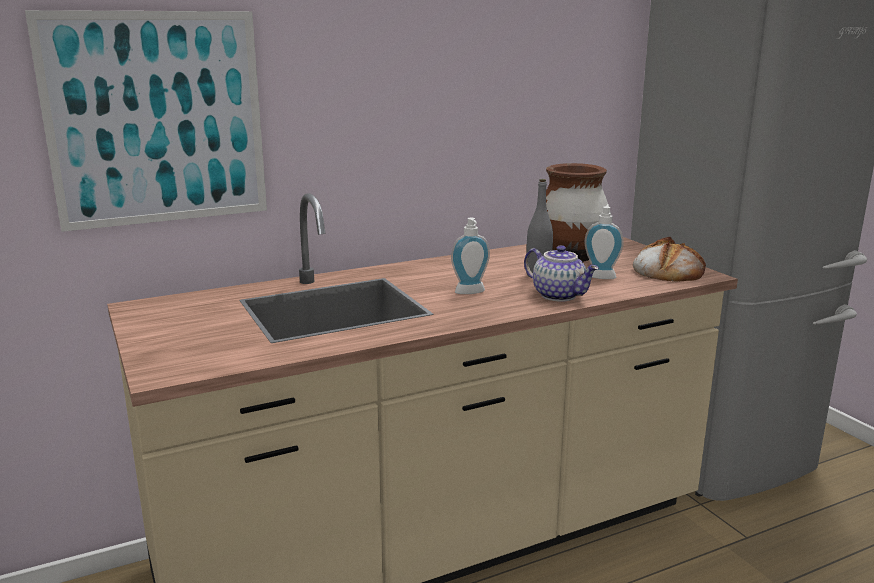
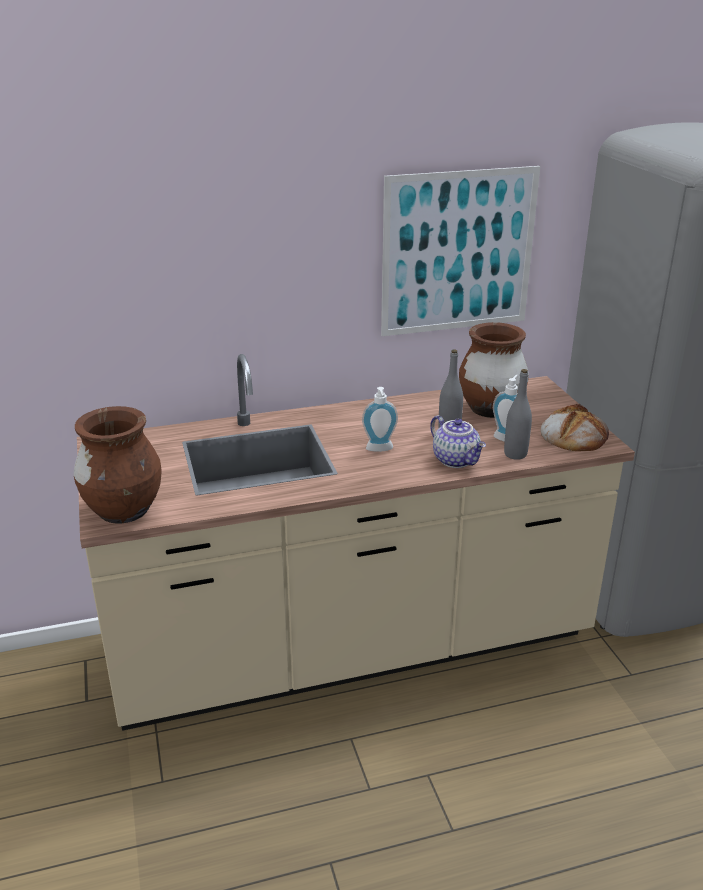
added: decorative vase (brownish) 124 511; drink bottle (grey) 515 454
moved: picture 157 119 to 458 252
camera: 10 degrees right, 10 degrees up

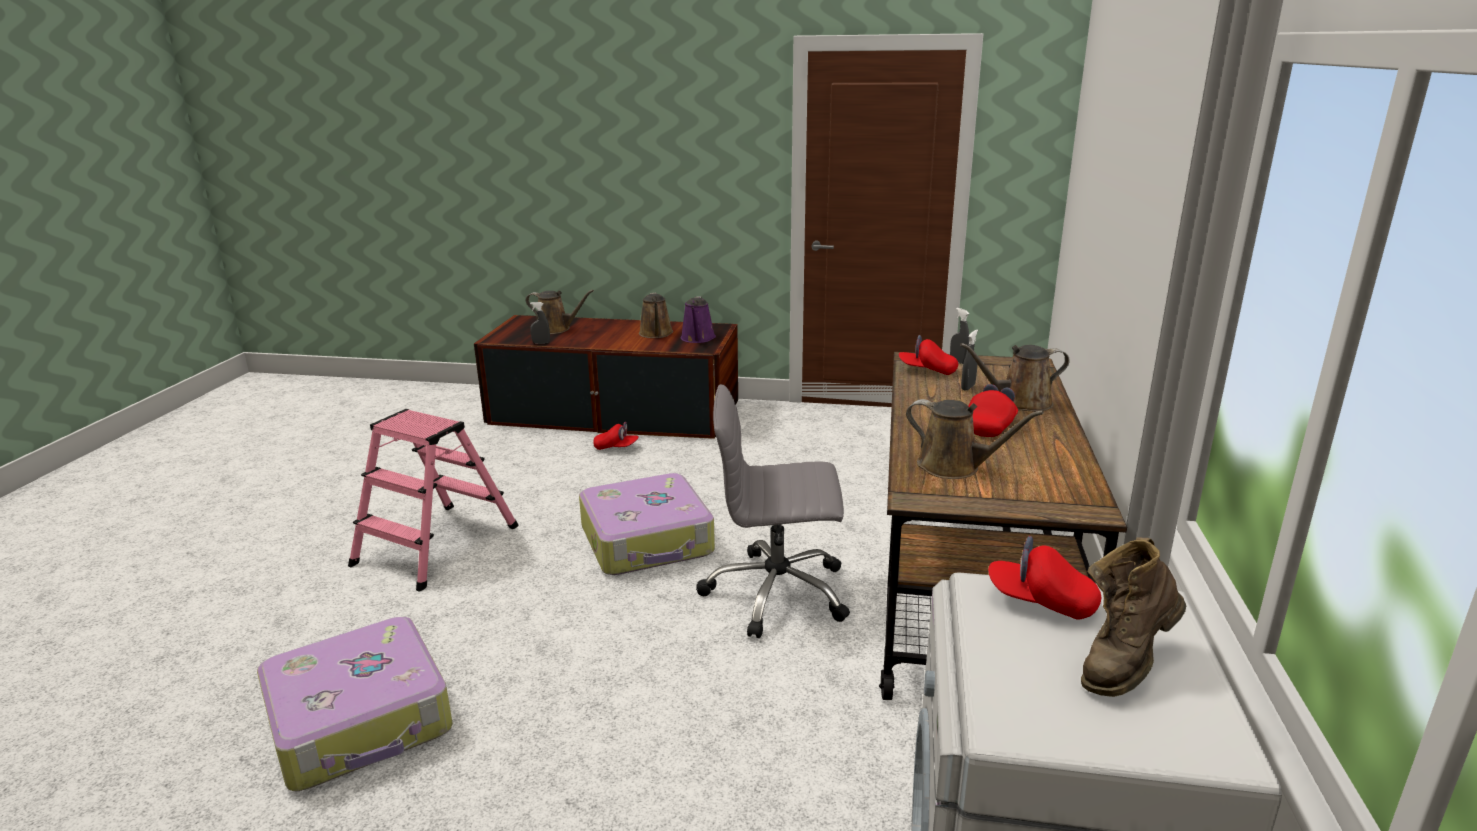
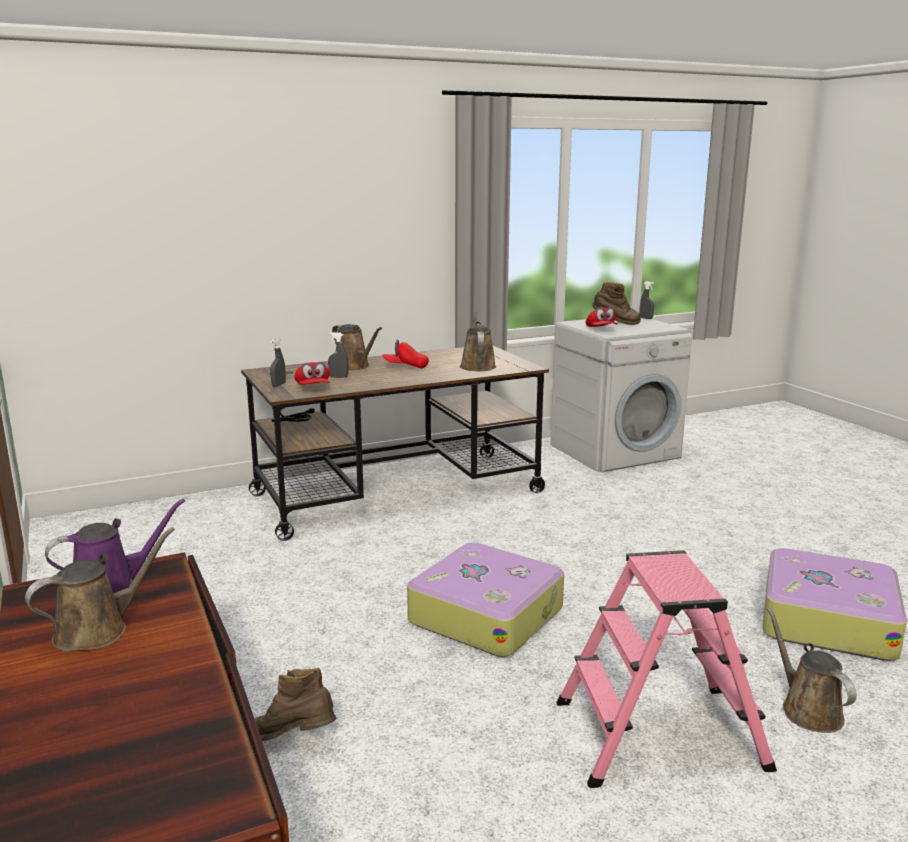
removed: office chair (grey) 775 593
moved: spray bottle (grey) 541 343 to 646 318; watering can (brownish) 556 329 to 807 709
replaced: cap (red) 616 448 to tall boot (brownish) 293 740
camera: 125 degrees left, 5 degrees down

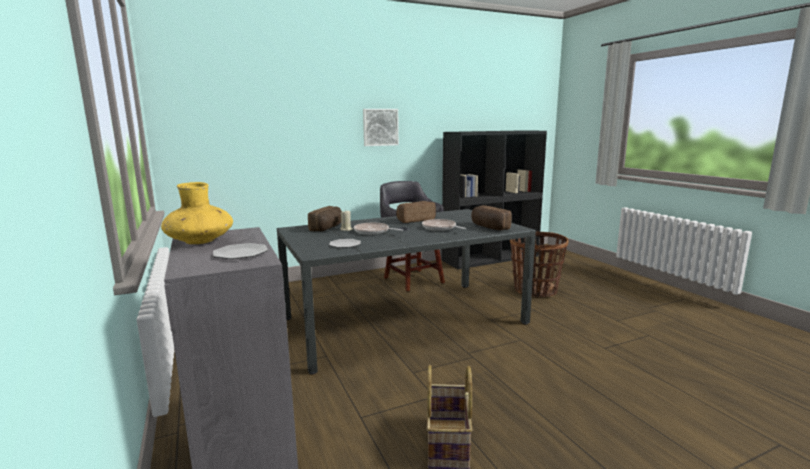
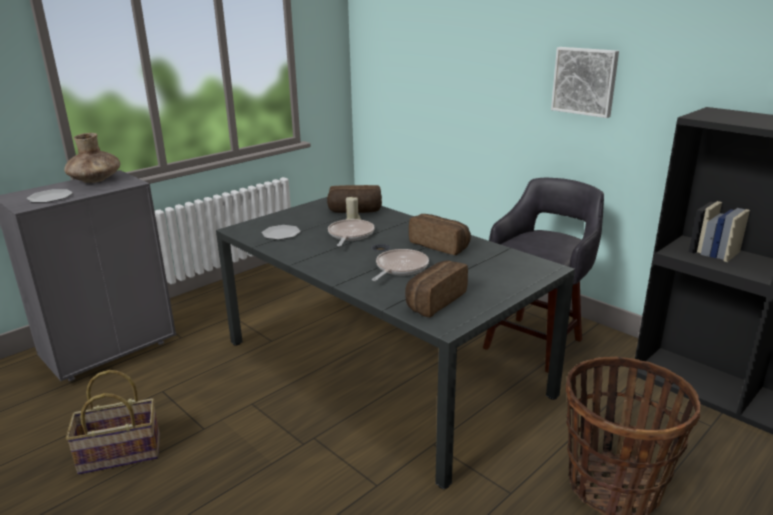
recoloured: decorative vase (yellow-coloured) 200 241 to decorative vase (brownish) 95 180
camera: 70 degrees right, 10 degrees up

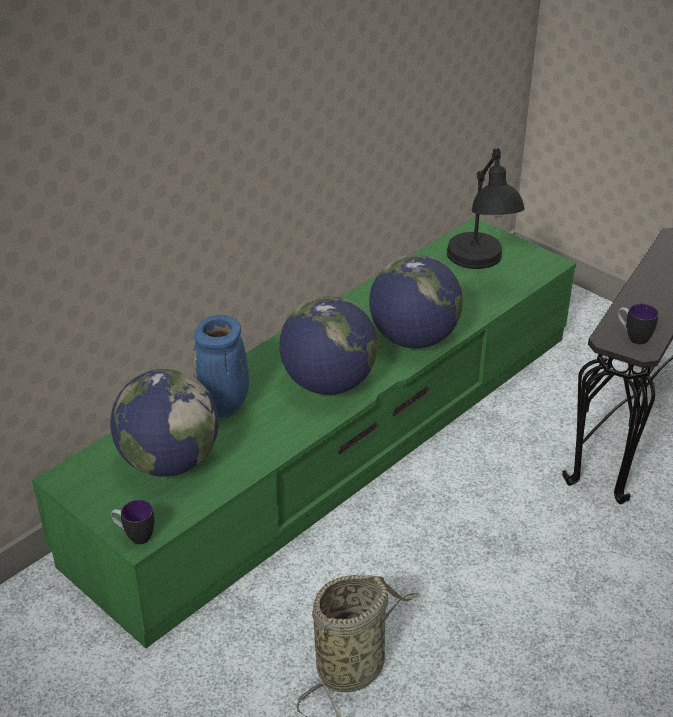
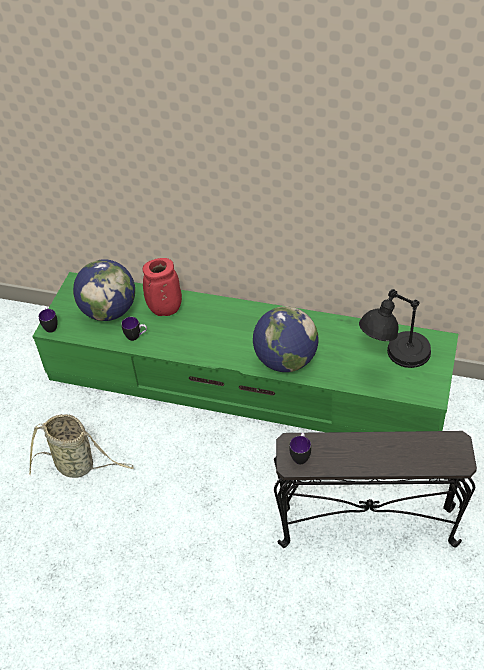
removed: desk globe 328 384
added: coffee mug 136 337
recoloured: decorative vase (blue) 225 407 to decorative vase (red) 165 310
camera: 65 degrees right, 10 degrees up

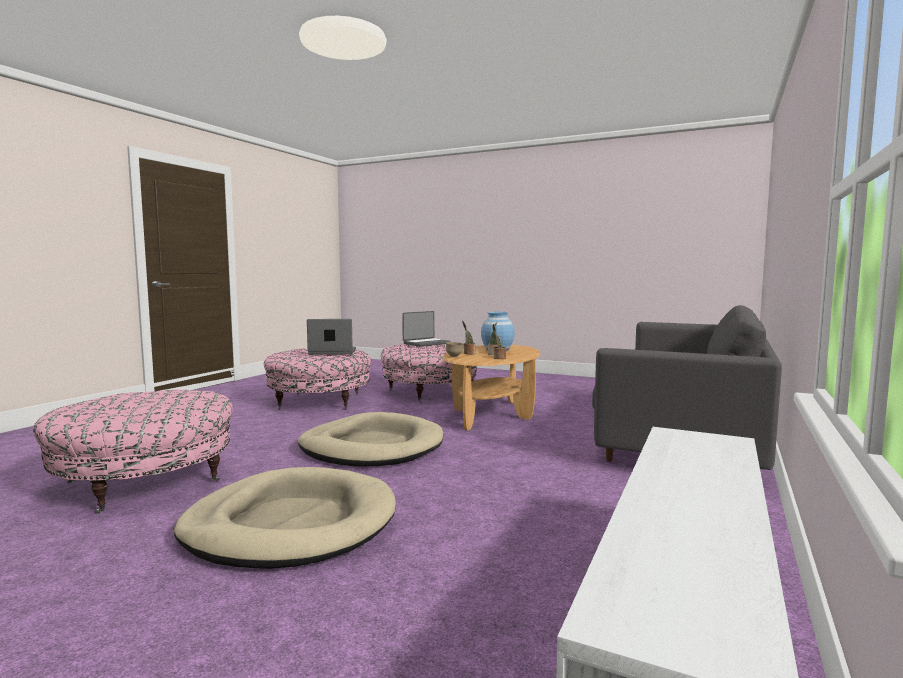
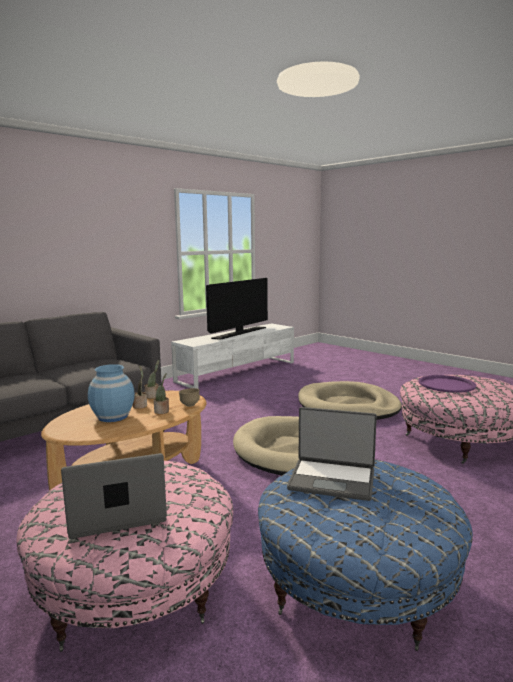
added: TV set 239 333; tray (purple-coloured) 446 384
recoloured: ottoman (pinkish) 319 401 to ottoman (blue) 357 584
camera: 160 degrees left, 5 degrees up

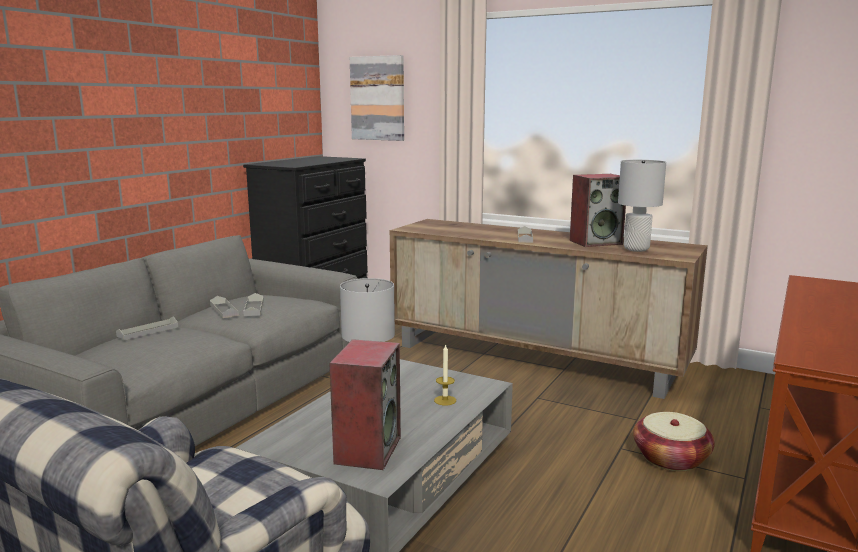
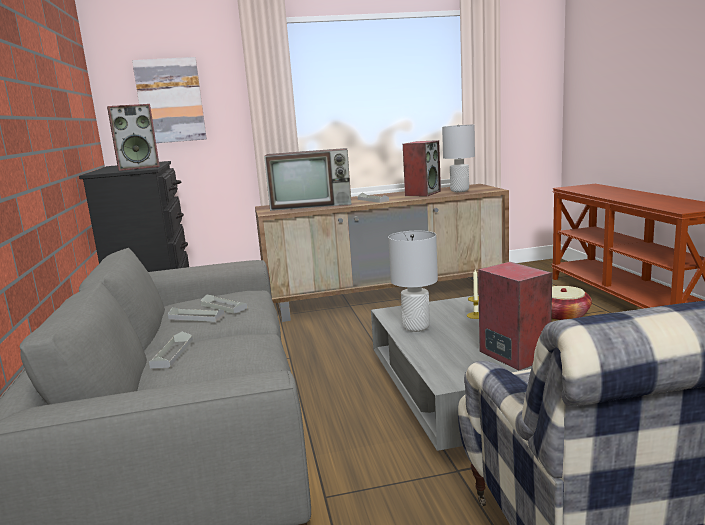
added: loudspeaker 139 167; TV set 313 205
camera: 40 degrees left, 0 degrees up

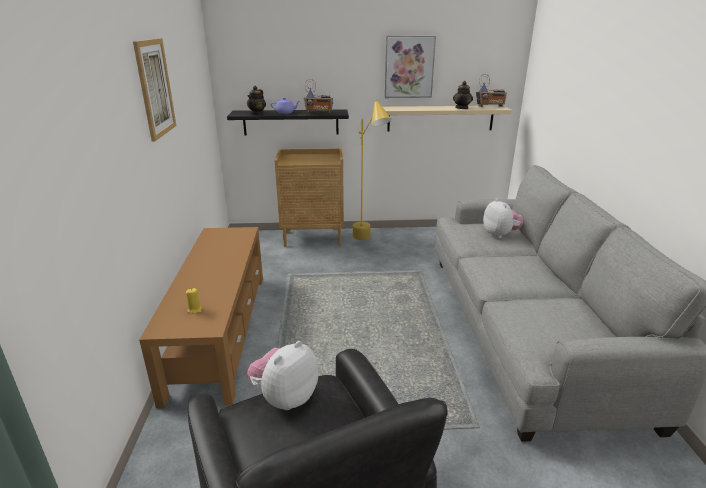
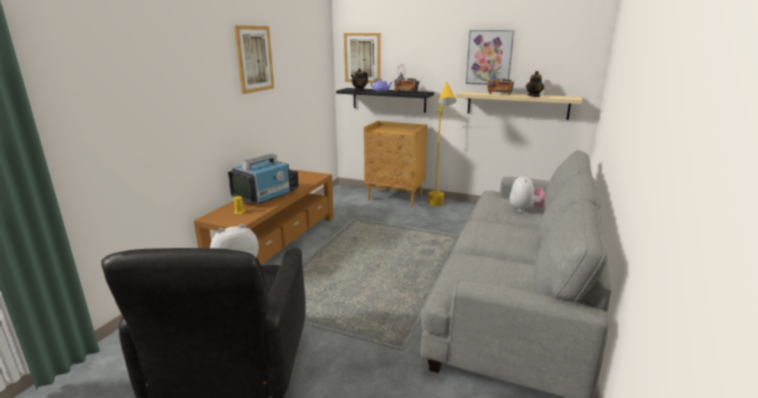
added: TV set 266 196; picture 362 58
moved: radio 490 107 to 499 94
camera: 25 degrees right, 5 degrees down

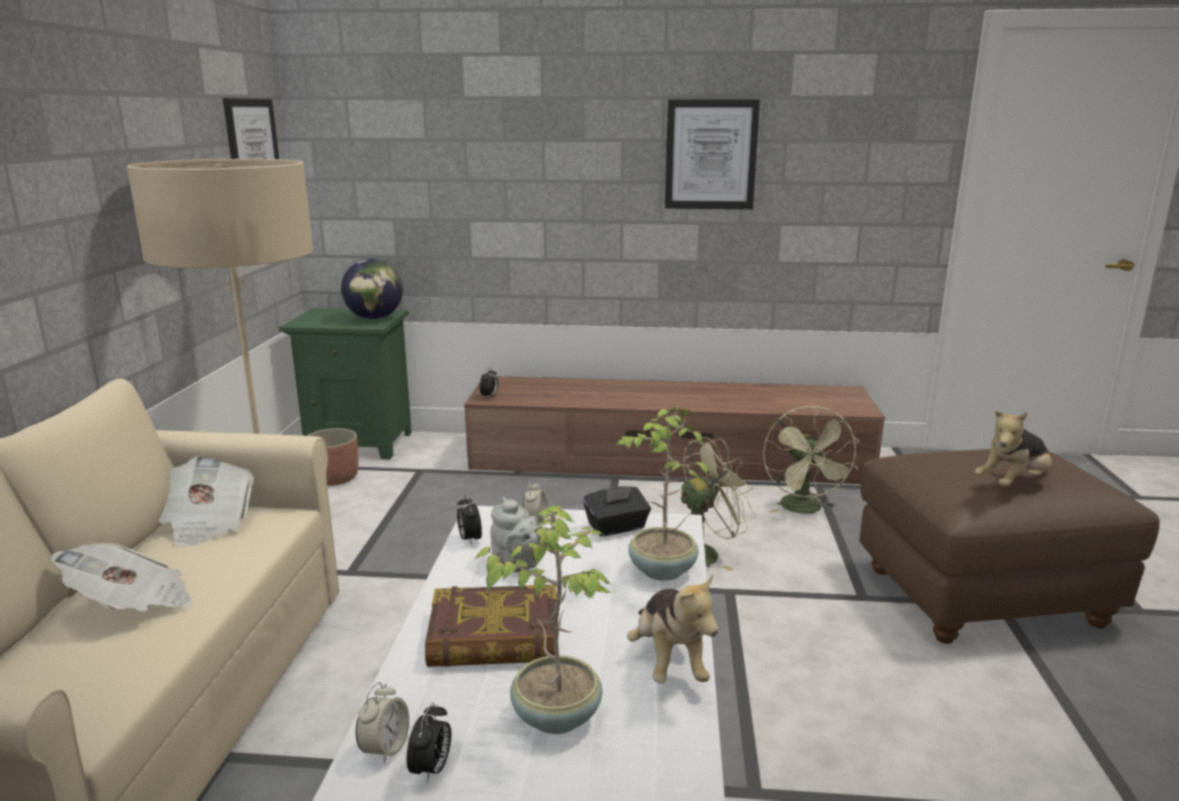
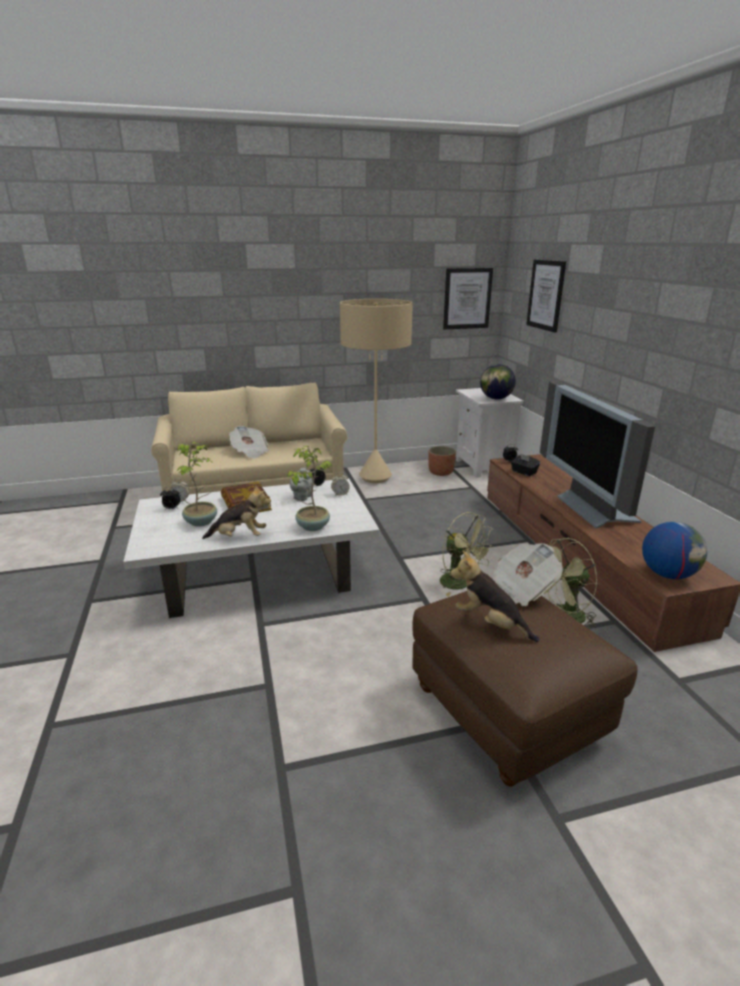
added: TV set 592 510; desk globe 667 574
moved: daily paper 207 523 to 520 589; tissue box (black) 616 527 to 524 472; picture 710 155 to 546 295
recoloured: nightstand (green-coloured) 360 445 to nightstand (whitish) 482 467
turned: cuddly toy 668 661 = 239 537 150 degrees counterclockwise
camera: 70 degrees right, 5 degrees up

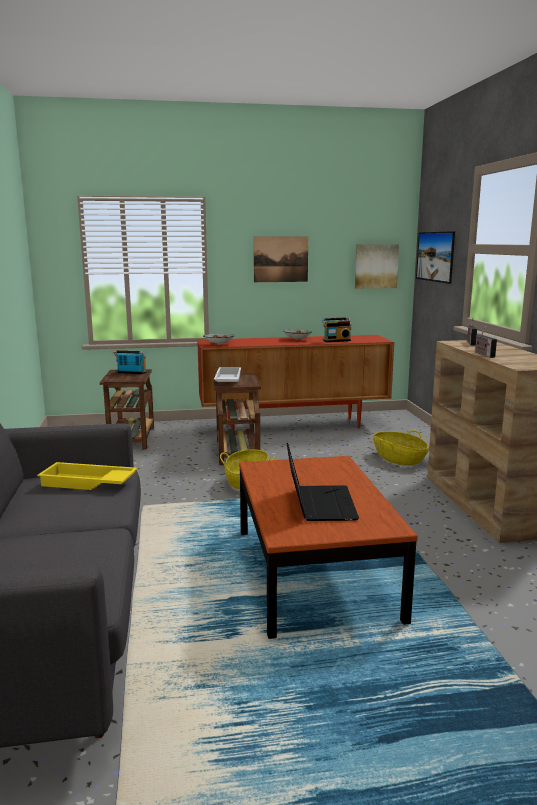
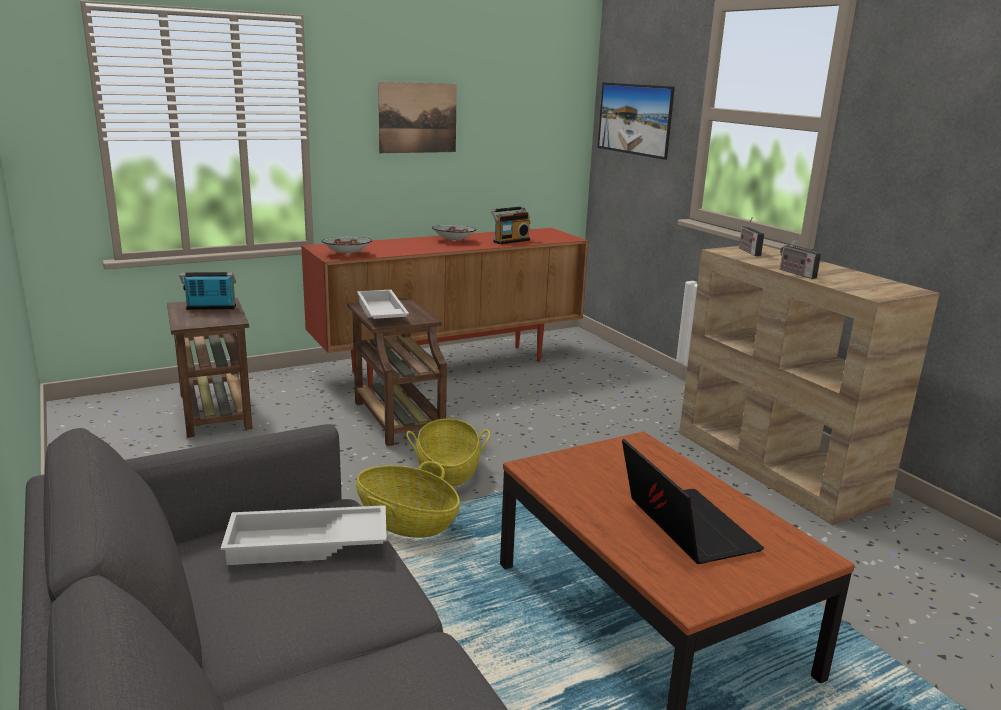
removed: picture 376 266
moved: basket 399 459 to 407 521
recoloured: tray (yellow-coloured) 87 483 to tray (whitish) 306 545
camera: 20 degrees left, 5 degrees up

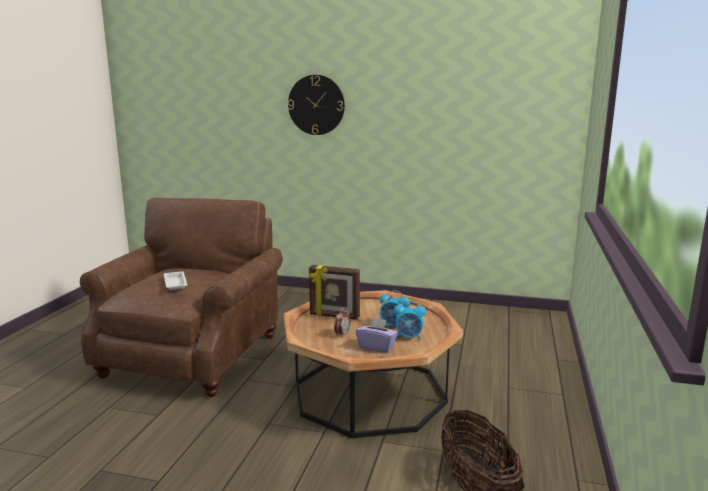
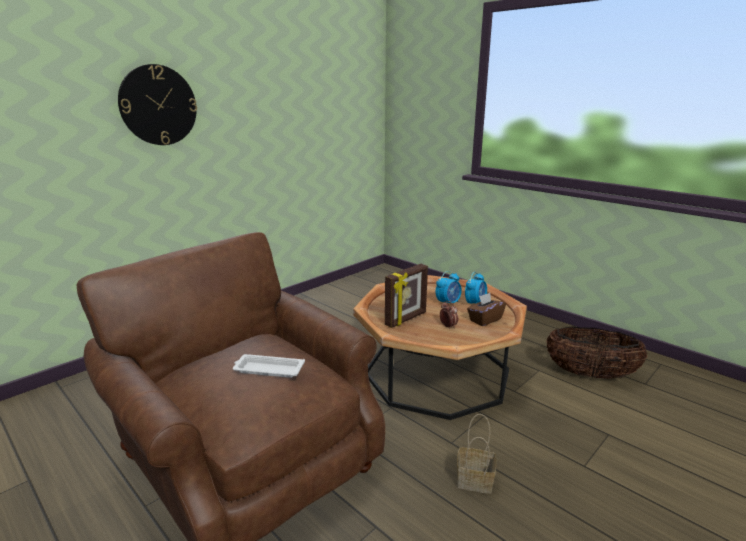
added: basket 476 480
recoloured: tissue box (purple-coloured) 377 347 to tissue box (brownish) 485 319
camera: 60 degrees left, 5 degrees up

